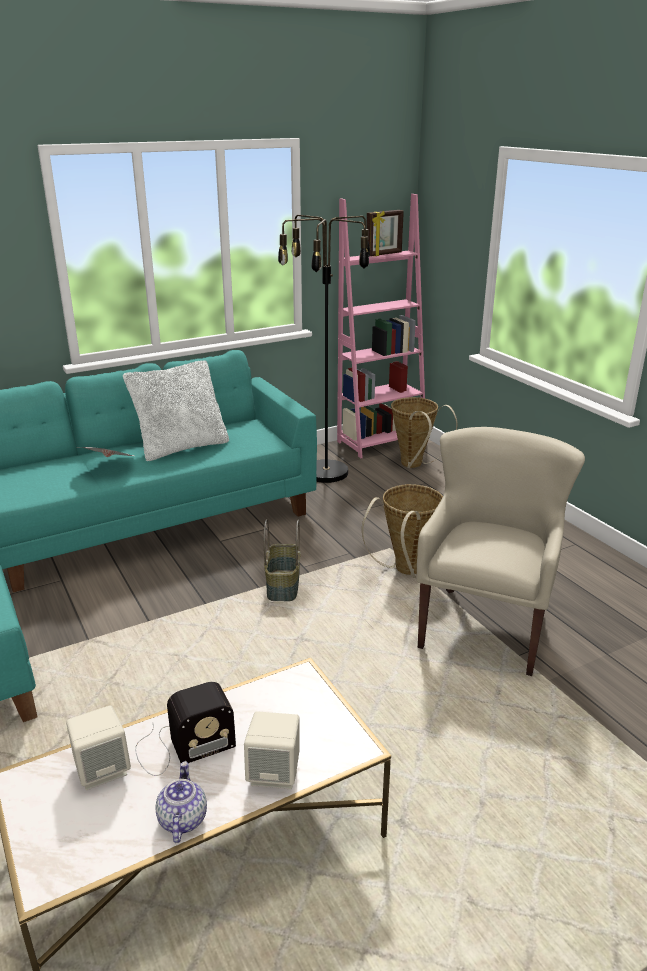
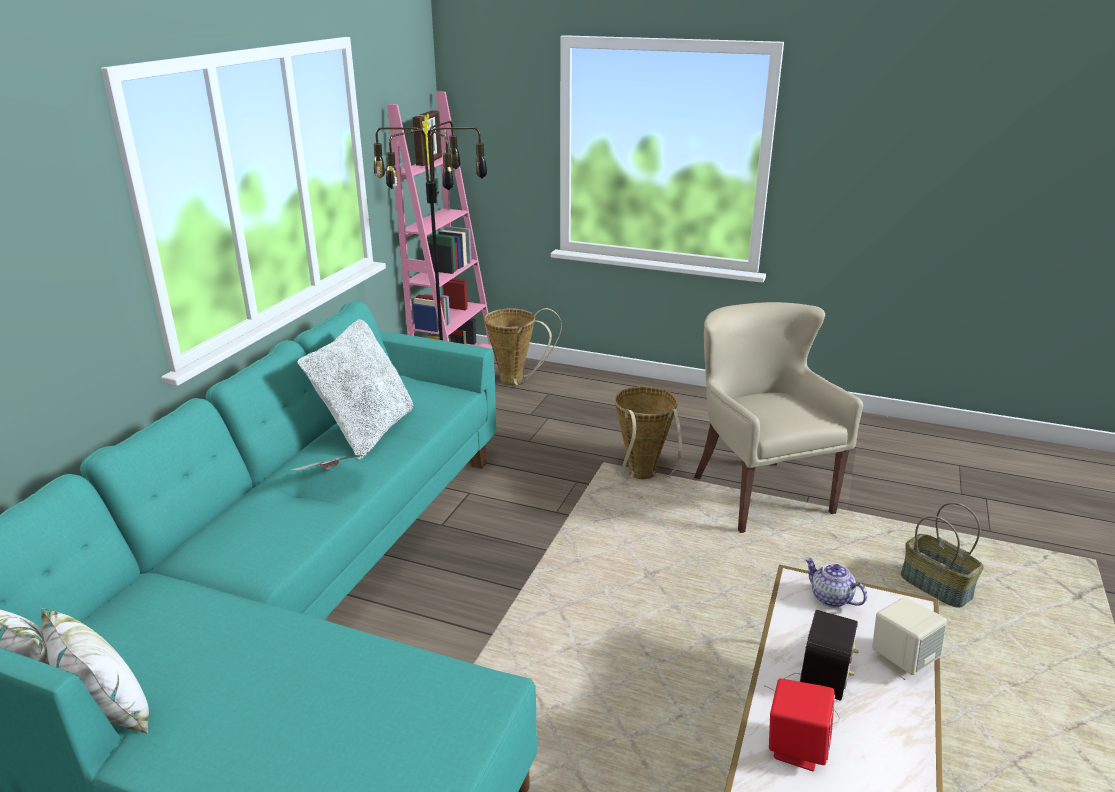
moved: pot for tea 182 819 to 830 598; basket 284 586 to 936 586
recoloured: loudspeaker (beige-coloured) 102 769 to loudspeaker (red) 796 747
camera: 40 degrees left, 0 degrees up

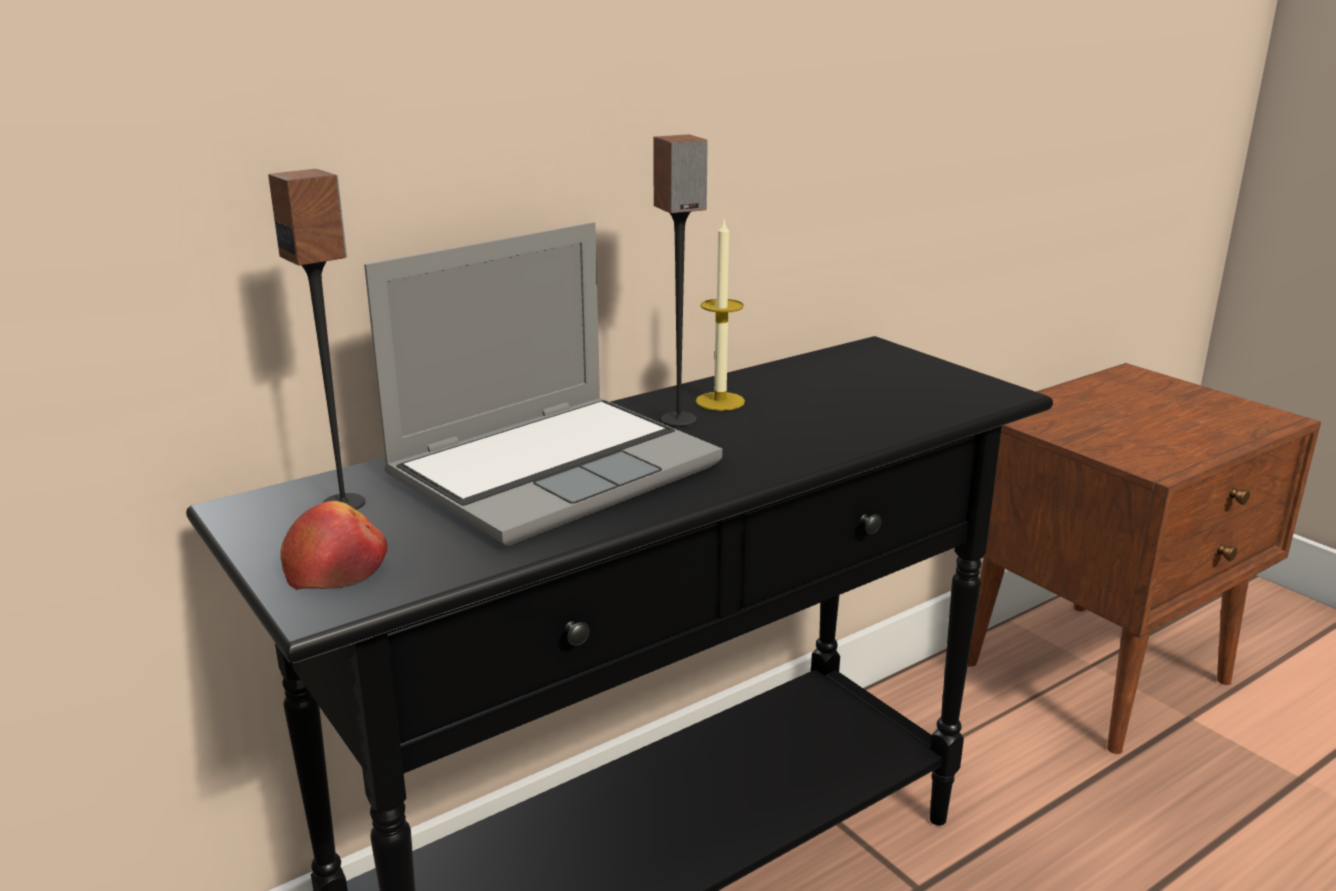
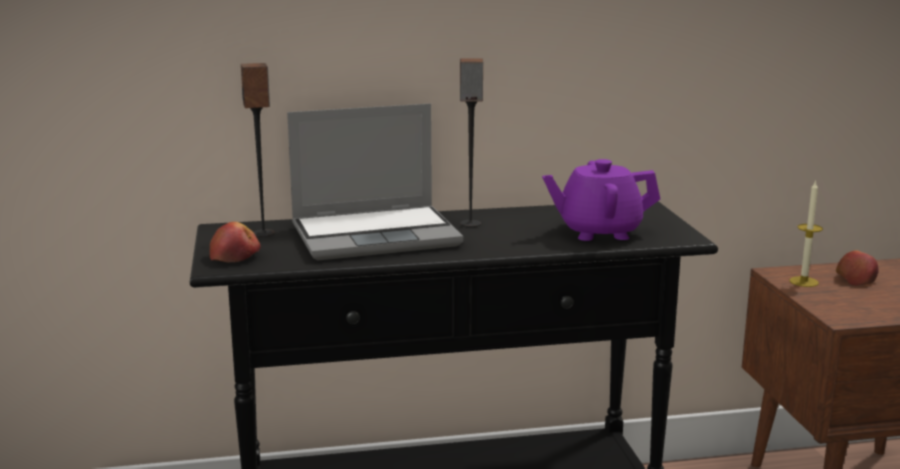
added: pot for tea (purple-coloured) 599 232; whole apple 855 278
moved: wax candle 720 401 to 803 282
camera: 25 degrees right, 5 degrees down

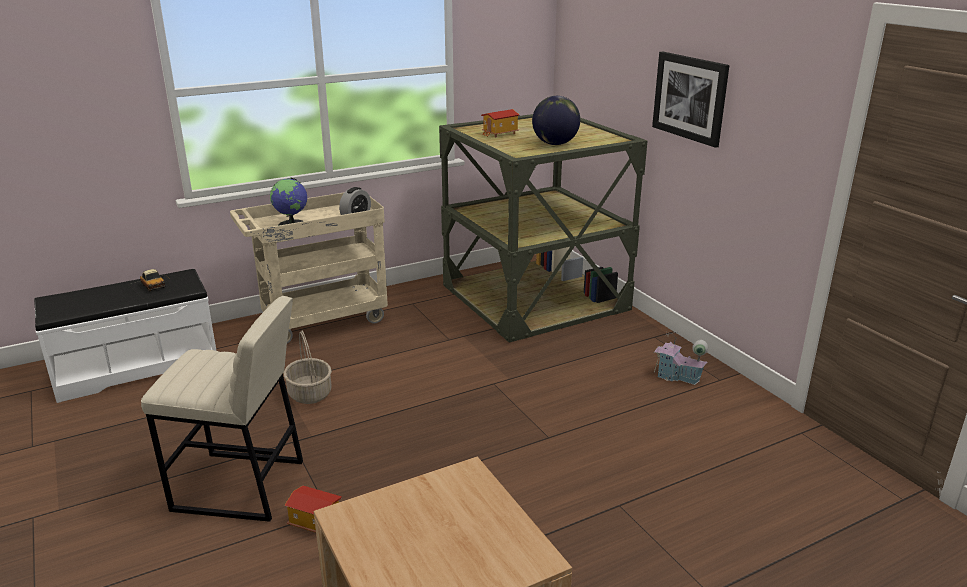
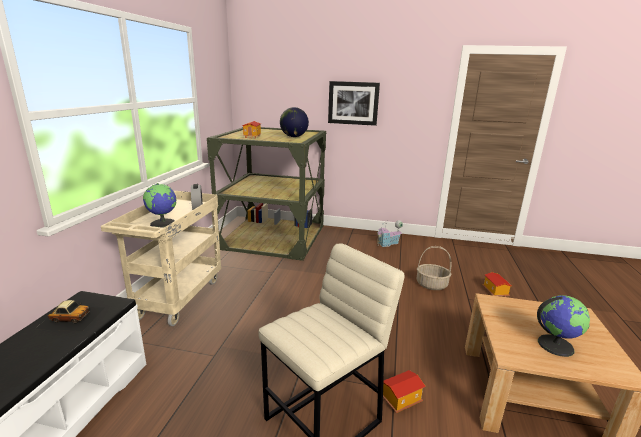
added: model house 494 292; desk globe 555 345
moved: basket 310 394 to 432 285
camera: 50 degrees left, 5 degrees down

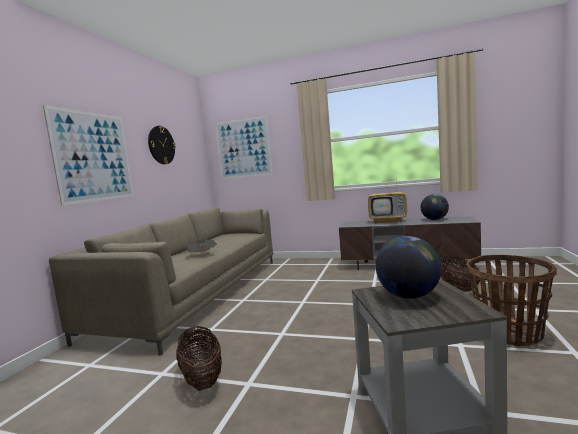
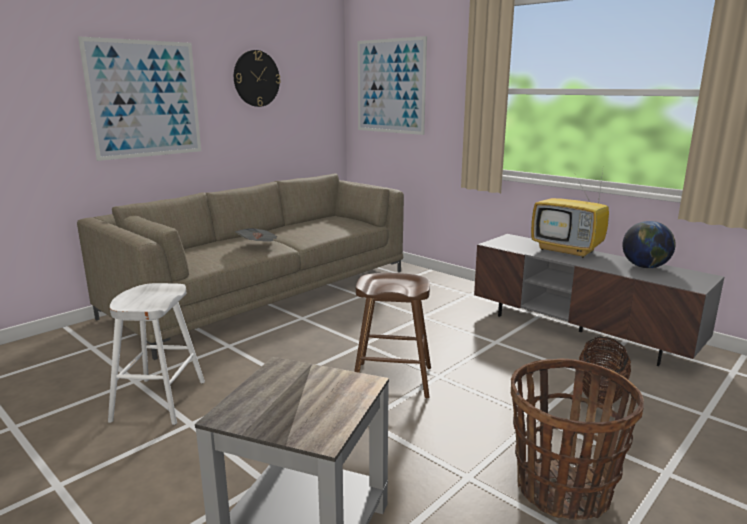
removed: desk globe 408 296
added: stool seat (brownish) 392 380
replaced: basket 202 379 to stool seat (whitish) 159 401
camera: 25 degrees right, 10 degrees up

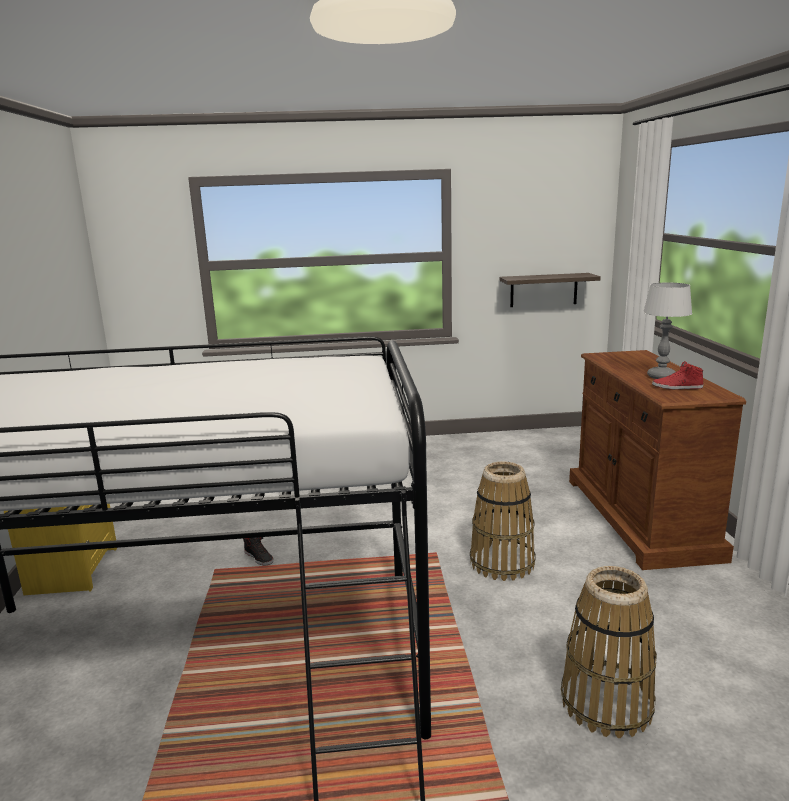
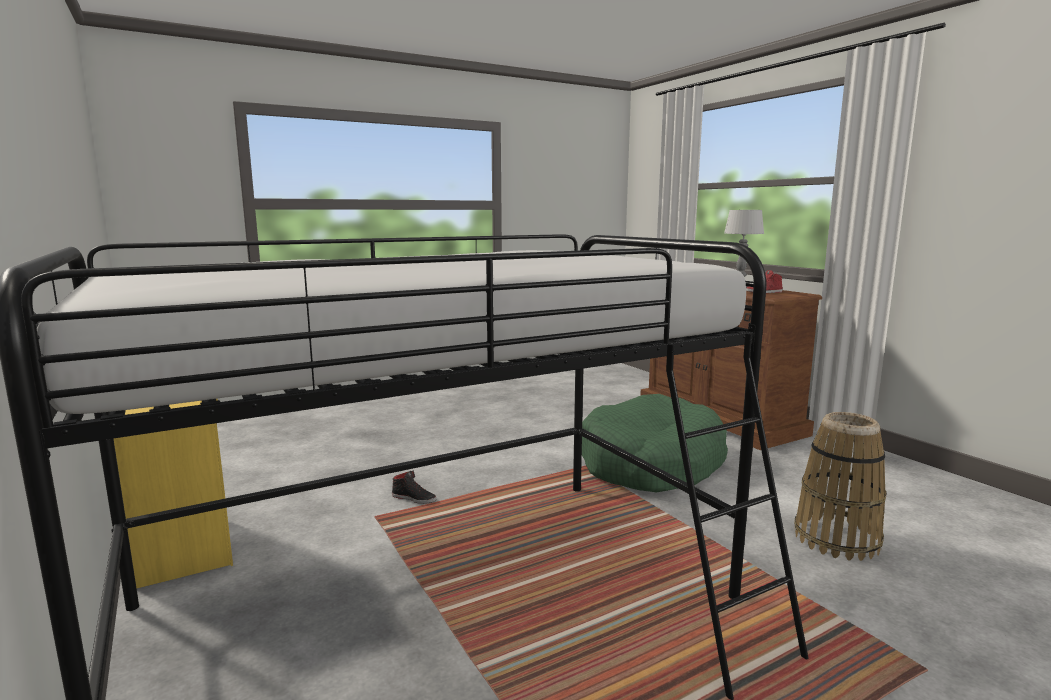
removed: shelf 543 290
replaced: basket 502 562 to dog bed (green-coloured) 651 463
camera: 25 degrees left, 5 degrees down

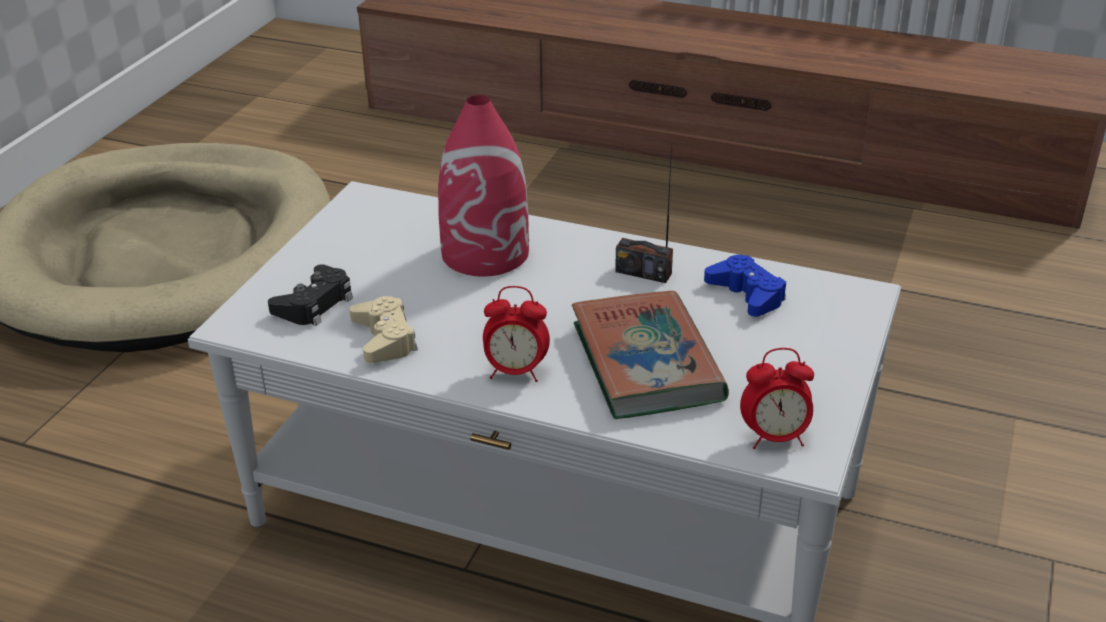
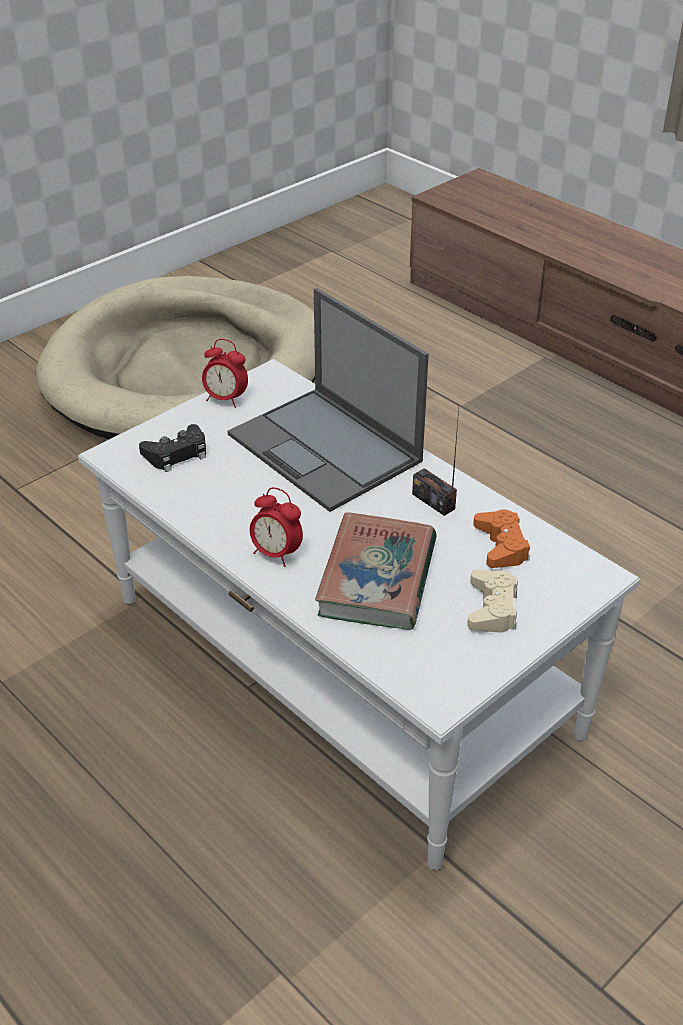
moved: table clock 774 438 to 225 399; game controller (beige-coloured) 384 338 to 492 608
replaced: decorative vase (red) 486 253 to notebook computer 326 449
recoloured: game controller (blue) 746 294 to game controller (orange) 501 545
camera: 25 degrees right, 5 degrees up

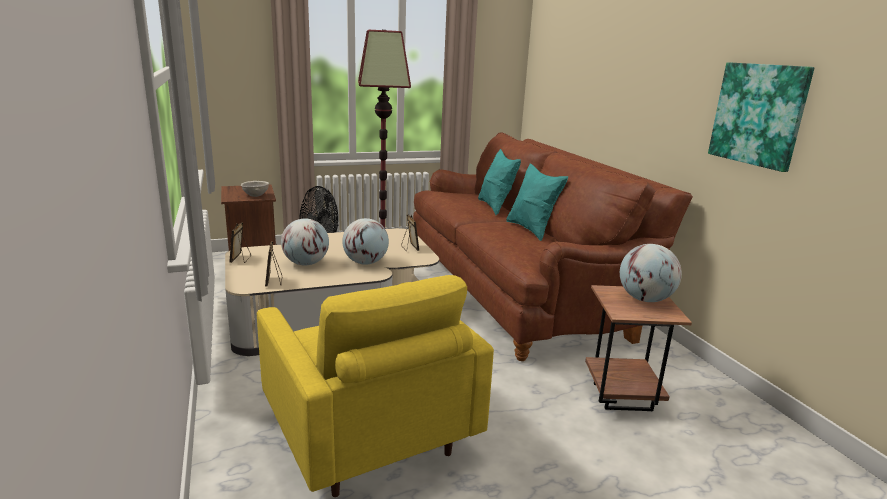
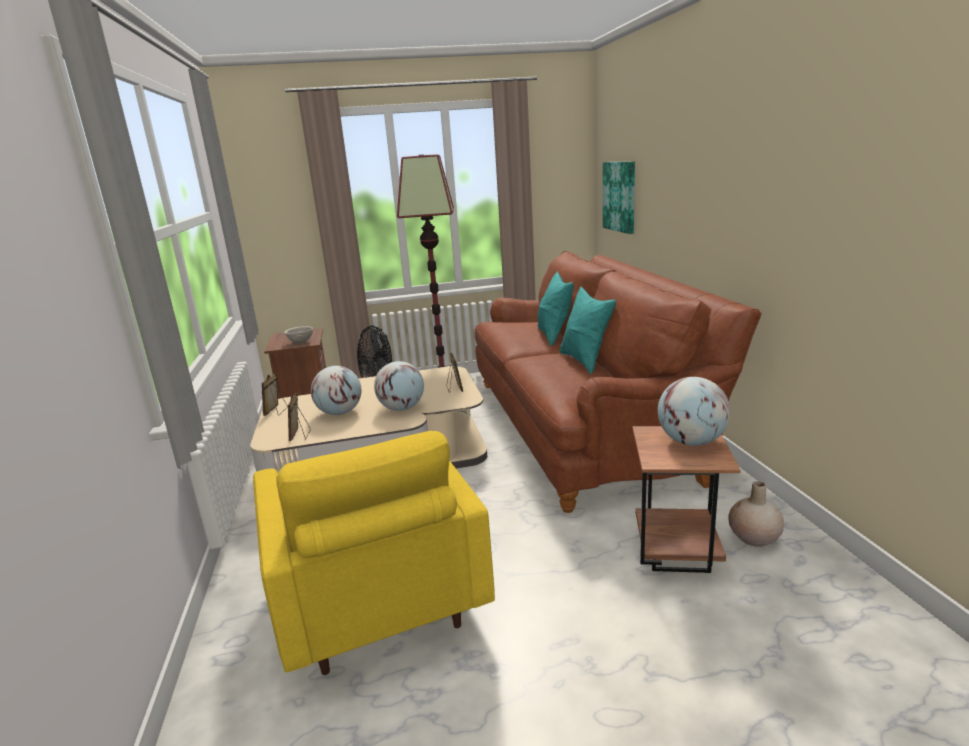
added: decorative vase (beige-coloured) 754 538
moved: picture 758 114 to 620 196
camera: 10 degrees right, 0 degrees up

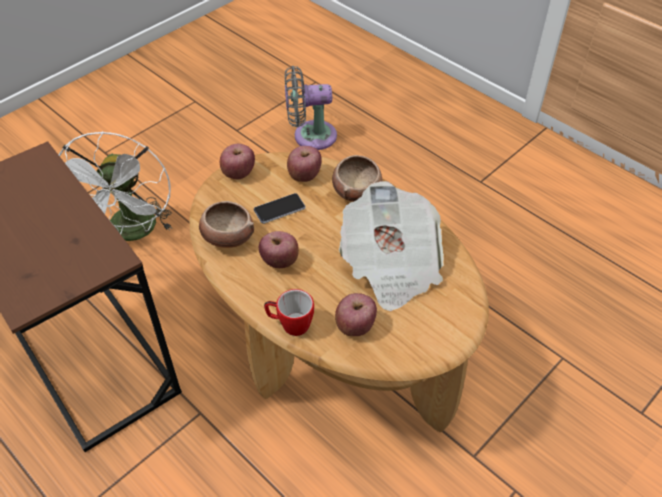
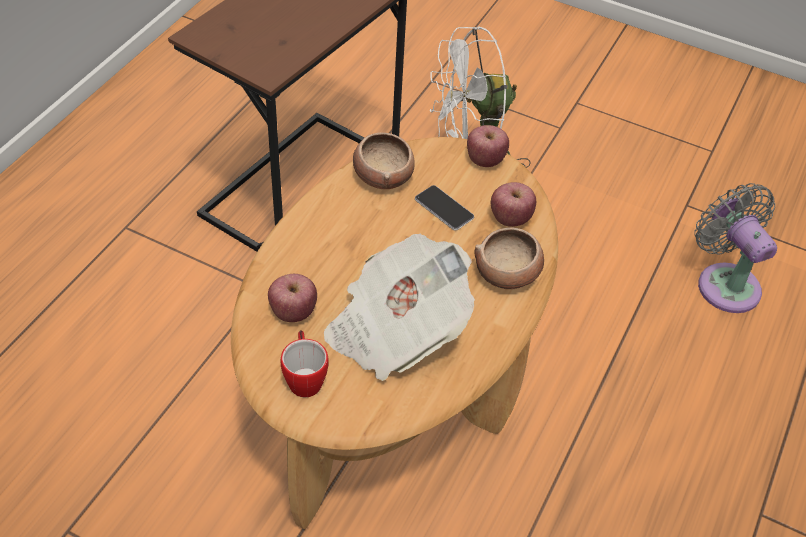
removed: whole apple 280 261
moved: coffee mug 290 324 to 304 377
camera: 70 degrees right, 0 degrees up

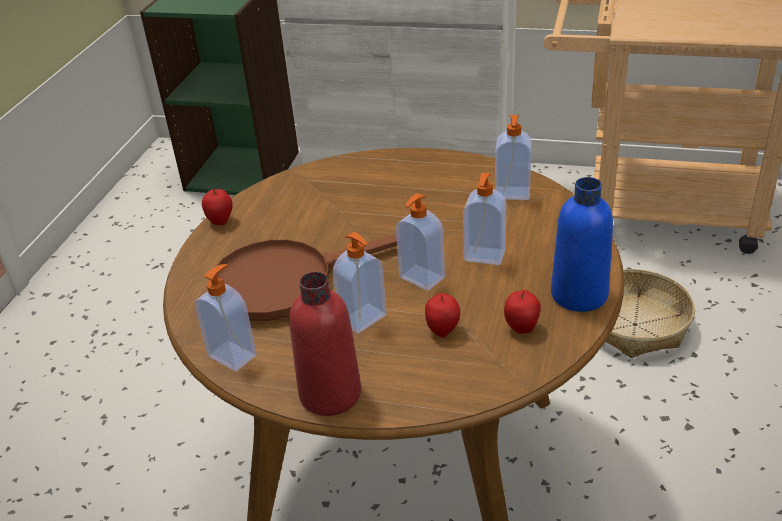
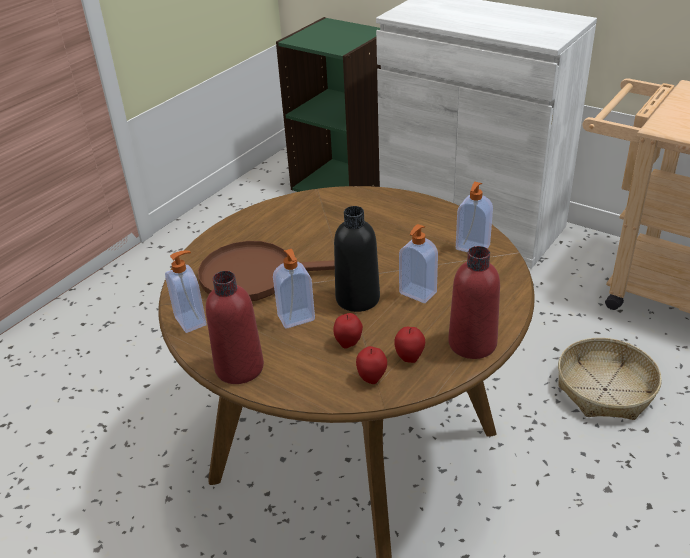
moved: whole apple 220 221 to 372 378
replaced: liquid soap bottle 421 278 to drink bottle (black) 357 298
recoloured: drink bottle (blue) 579 295 to drink bottle (red) 472 343
camera: 20 degrees right, 0 degrees up

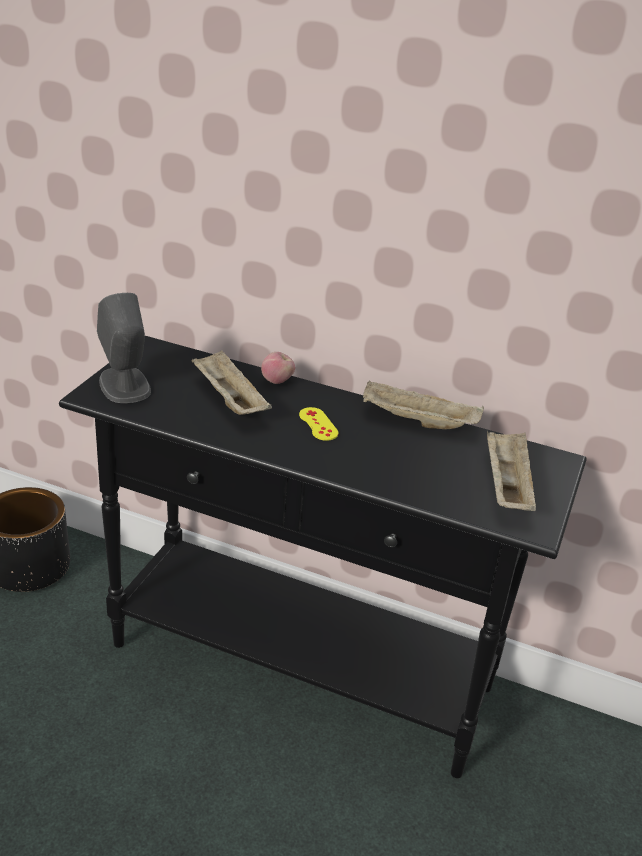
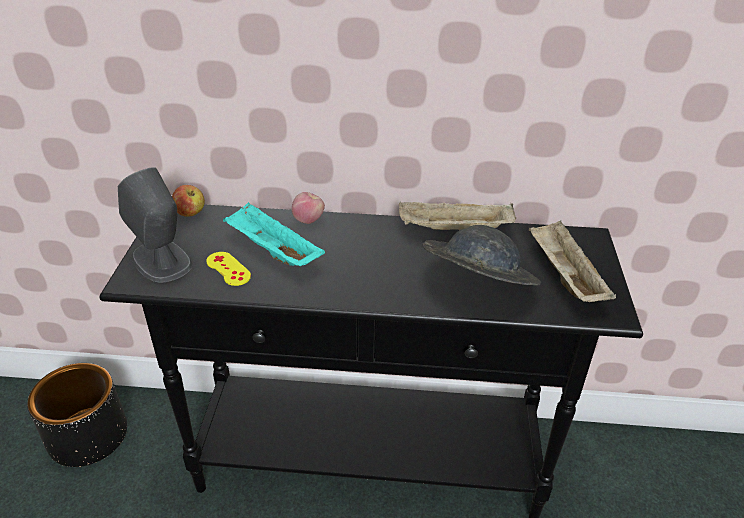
added: whole apple 190 213; wearable hat (grey) 476 285
moved: game controller (yellow-coloured) 318 424 to 228 269
recoloured: tray (beige-coloured) 228 400 to tray (turquoise-coloured) 272 251
camera: 15 degrees left, 5 degrees up

